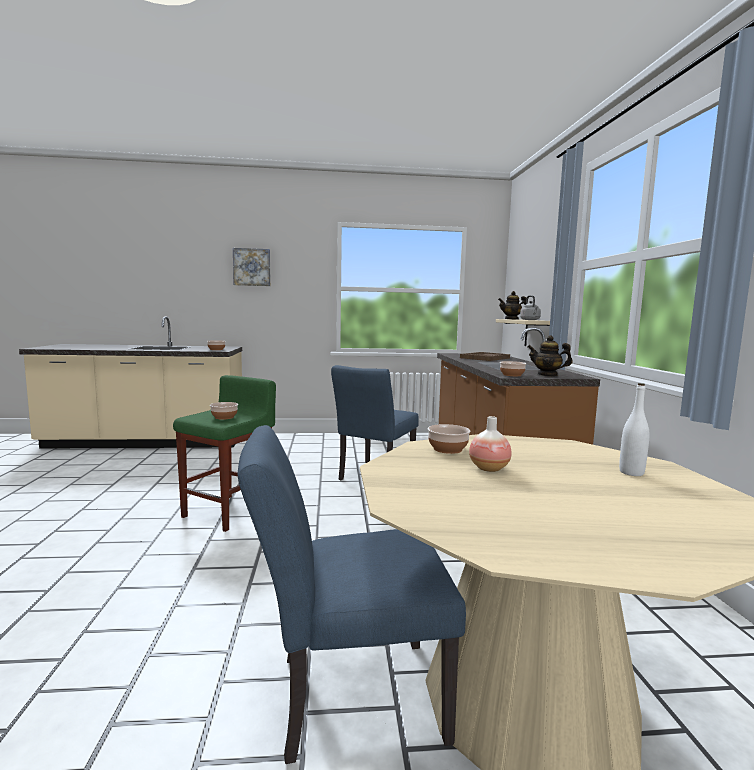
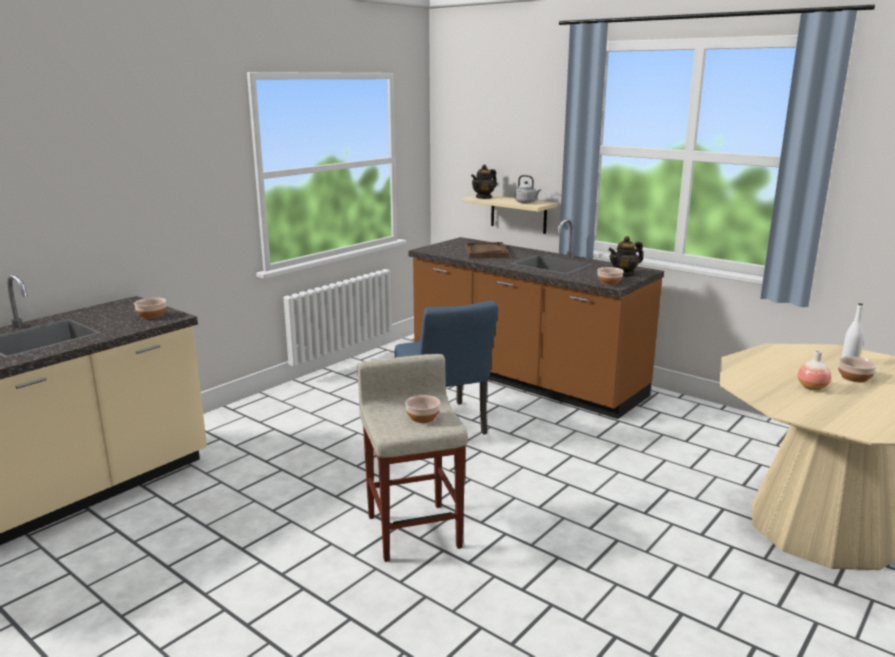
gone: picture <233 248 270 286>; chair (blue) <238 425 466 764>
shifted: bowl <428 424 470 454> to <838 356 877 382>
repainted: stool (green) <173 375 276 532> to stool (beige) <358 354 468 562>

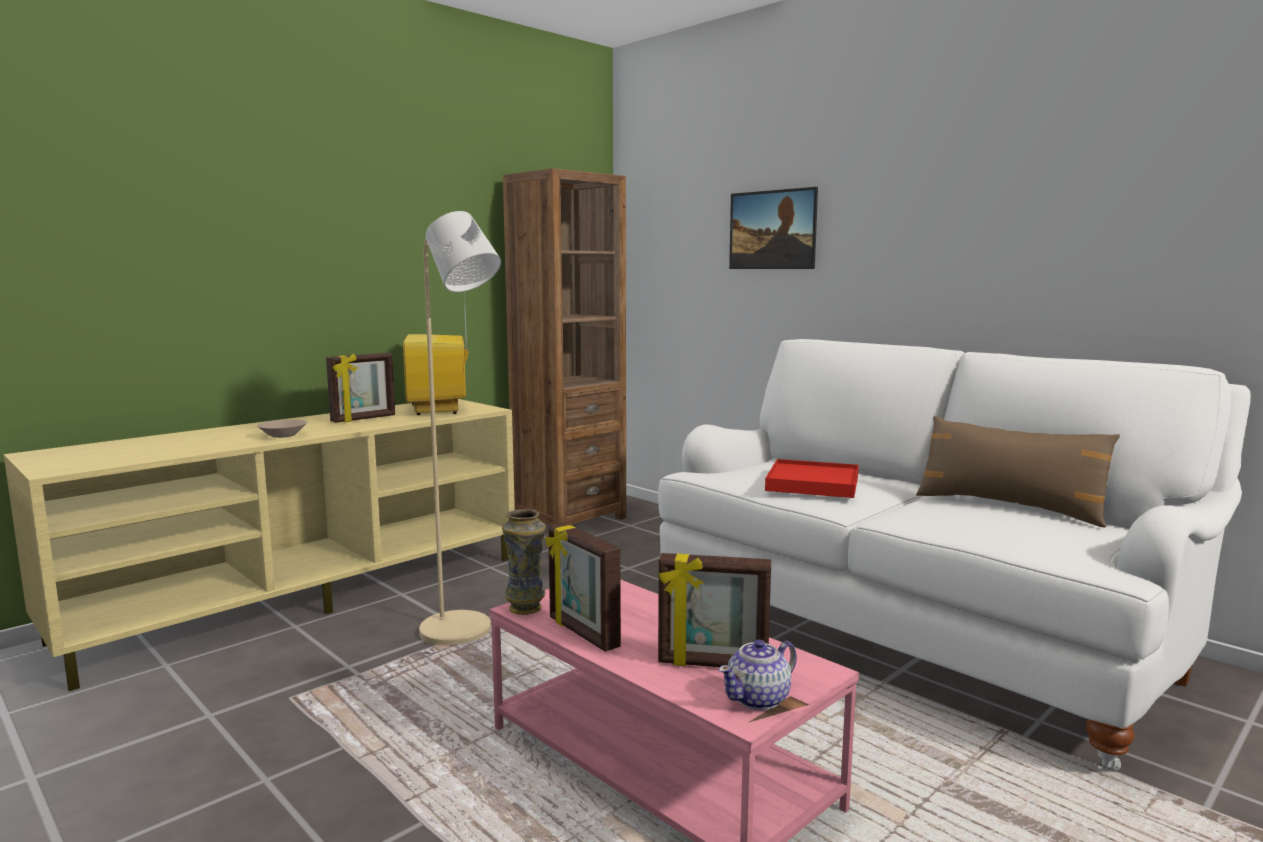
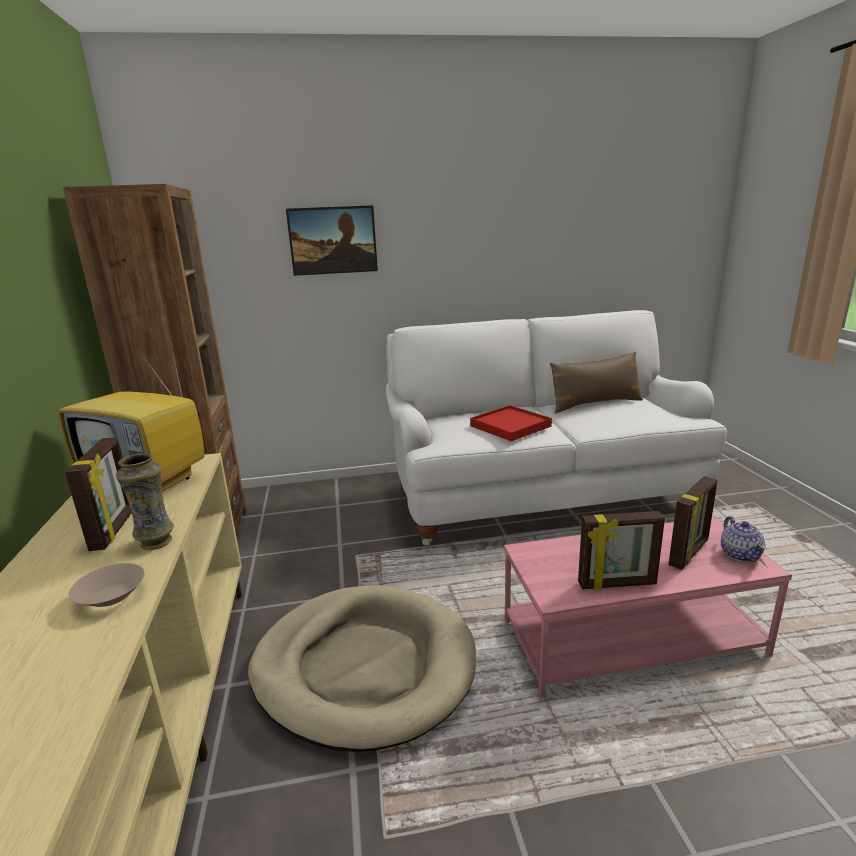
shifted: vase <502 509 546 615> to <116 453 174 550>
swapped: floor lamp (beige) <419 211 501 645> to dog bed (beige) <248 585 476 752>

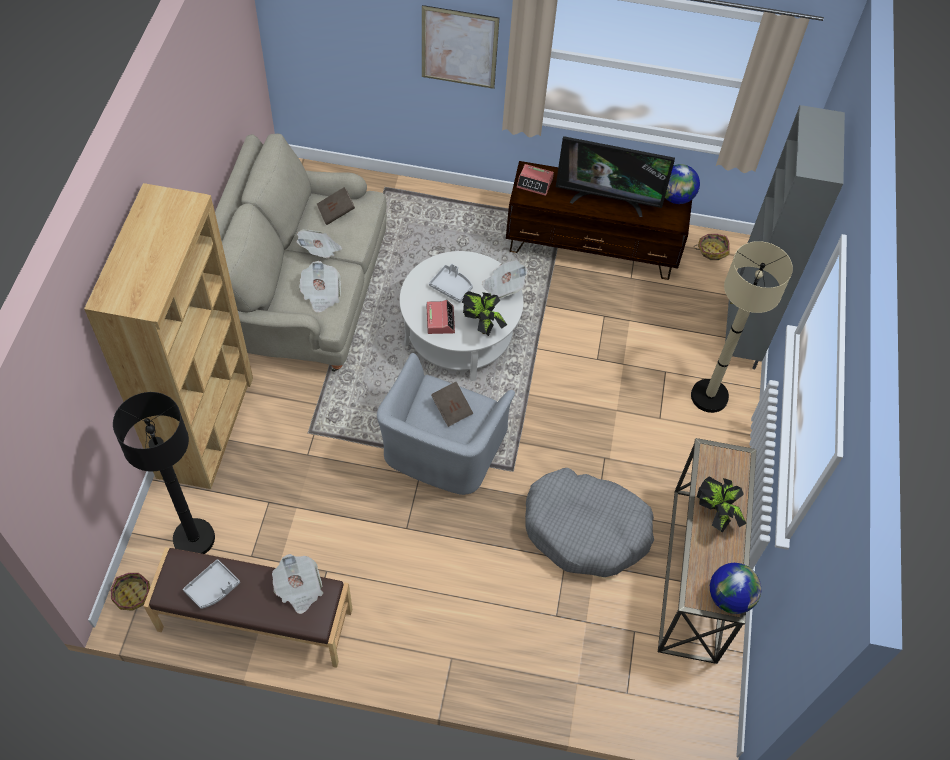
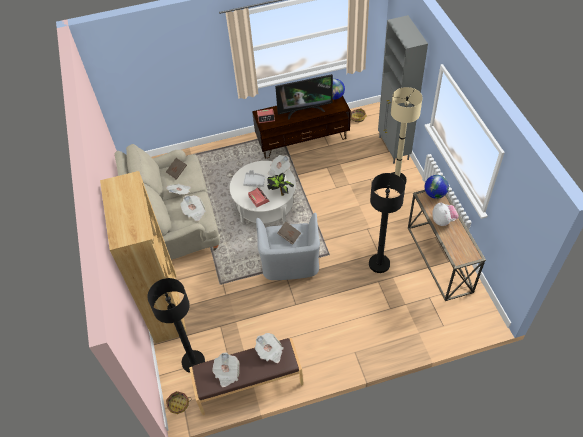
gone: picture <422 5 499 89>
shifted: globe <710 563 761 614> to <425 175 449 199>
swapped: tray (grey) <183 559 240 609> to newspaper <212 352 240 388>; dog bed (grey) <525 468 654 577> to floor lamp (black) <369 173 405 273>; potted plant <697 477 746 533> to plush toy <433 202 458 226>

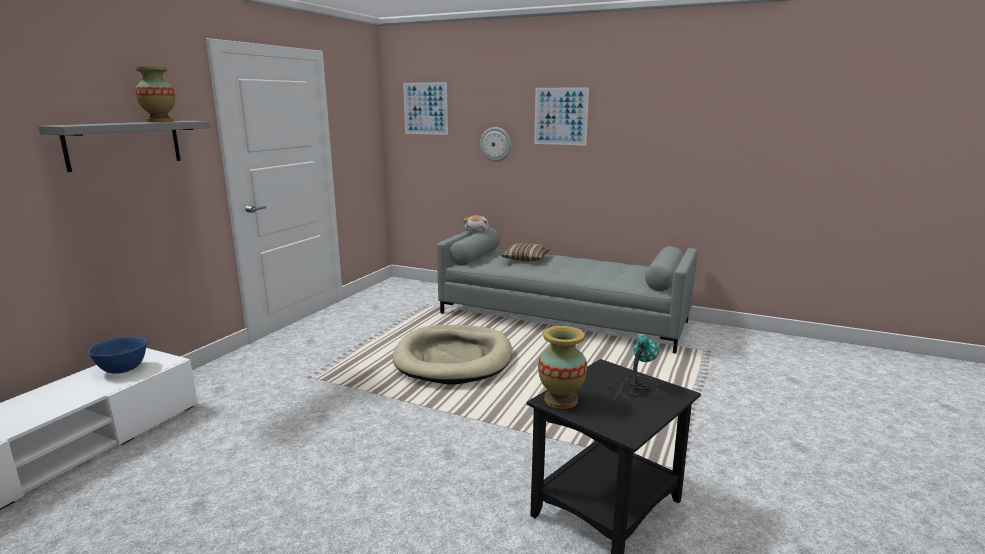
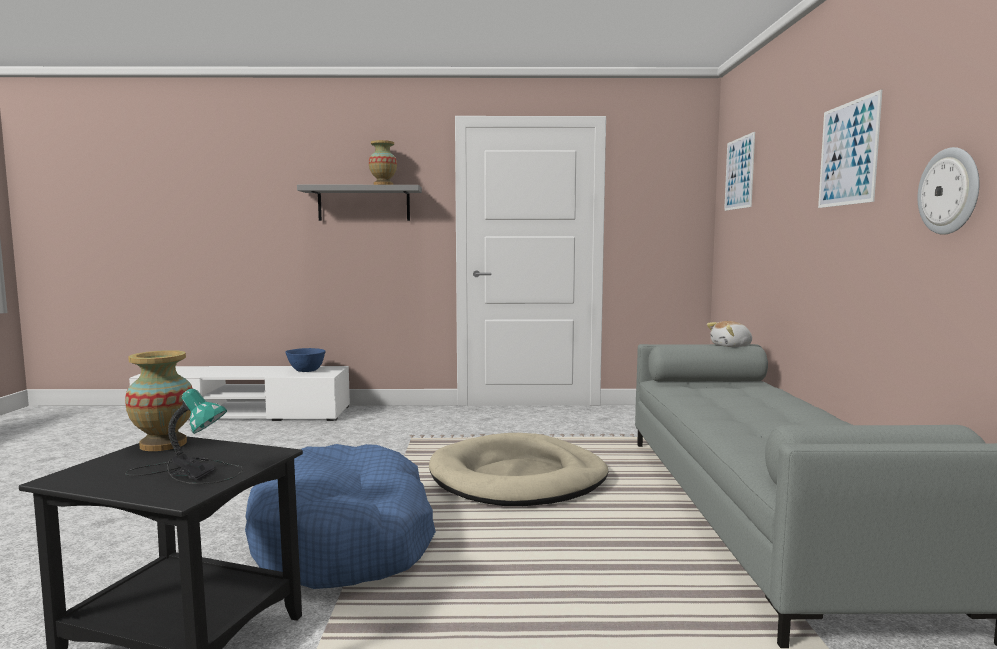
gone: pillow <501 243 551 261>
new: dog bed (blue) <245 444 436 589>
shifted: wall clock <480 127 511 162> to <918 147 979 235>

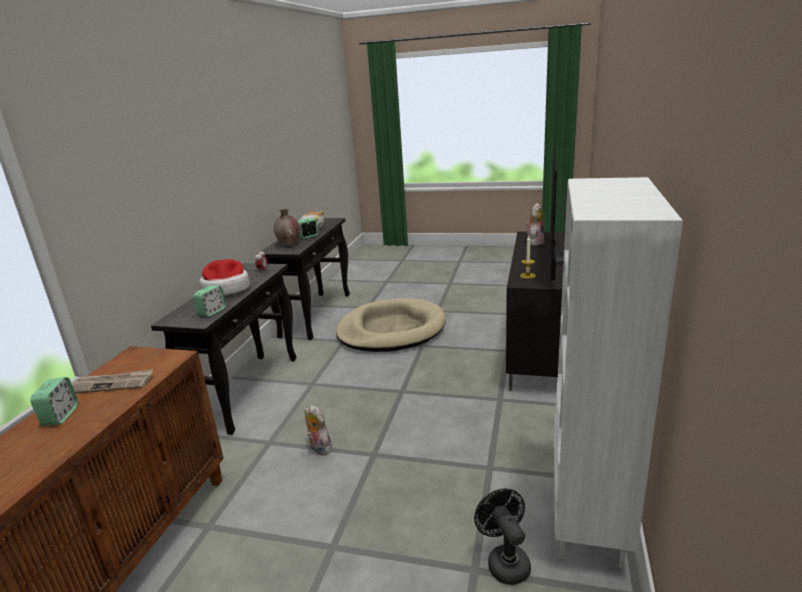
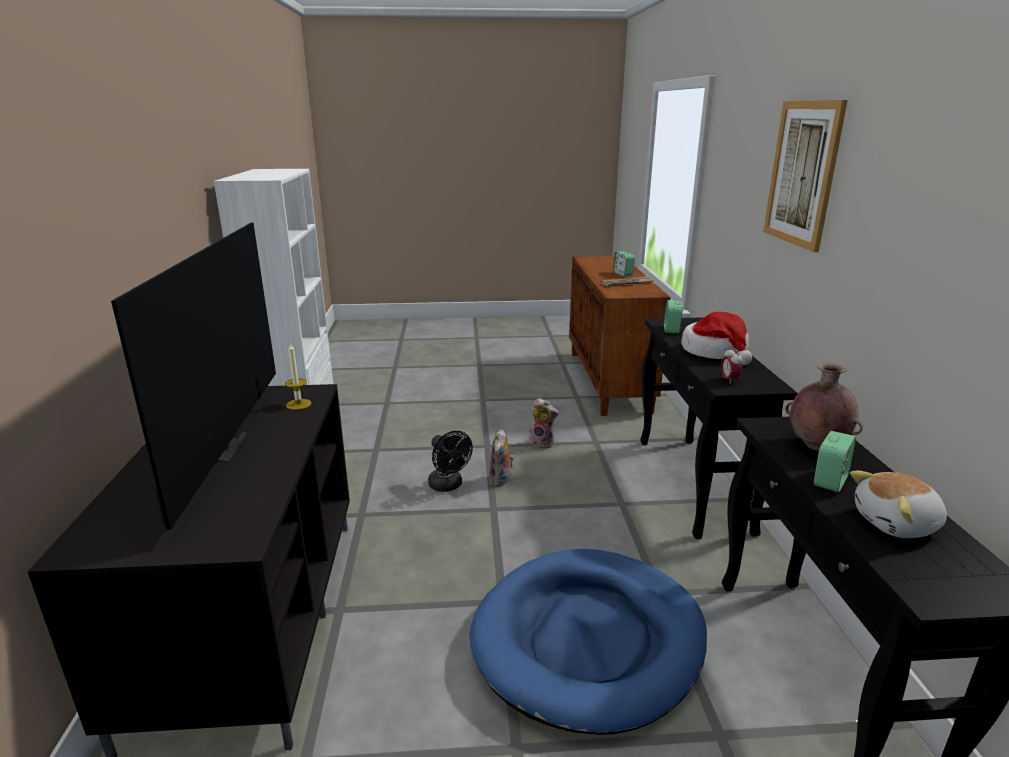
new: picture <763 100 848 252>
shifted: fan (black) <474 489 531 585> to <428 431 473 492>; plush toy <526 203 544 246> to <489 429 514 487>
repainted: dog bed (beige) <336 299 446 352> to dog bed (blue) <470 549 707 735>

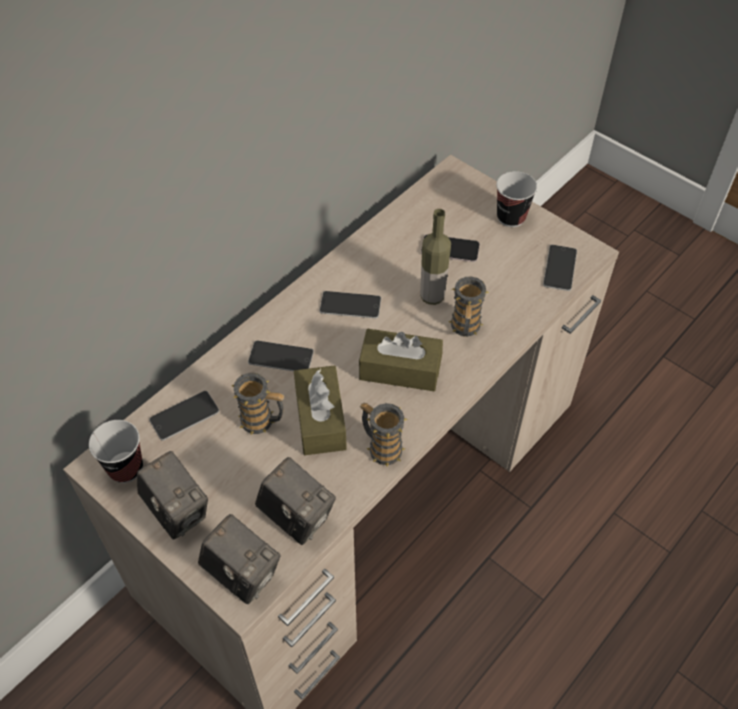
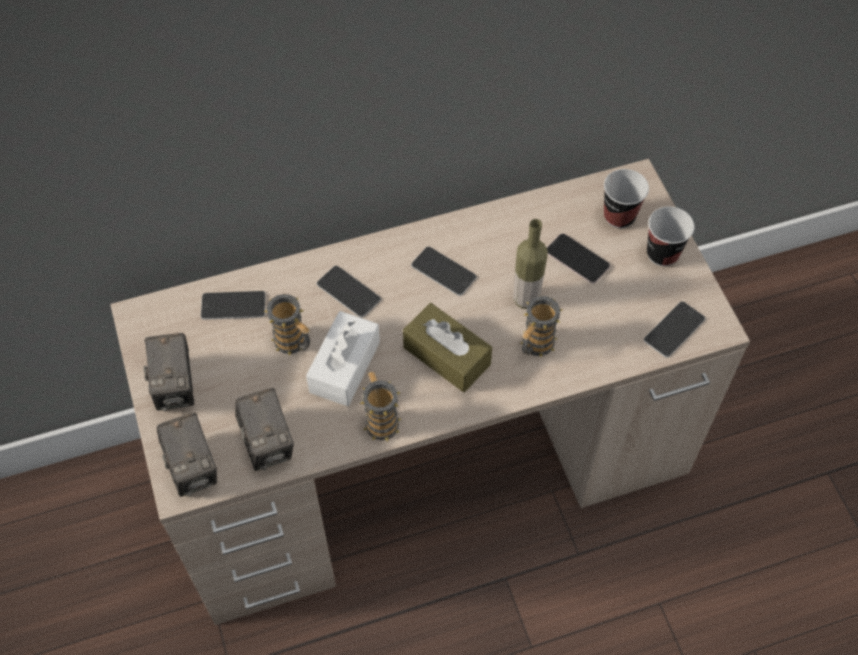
shifted: cup <89 420 143 483> to <604 169 649 228>
repainted: tissue box (brown) <294 365 347 455> to tissue box (white) <306 311 380 406>

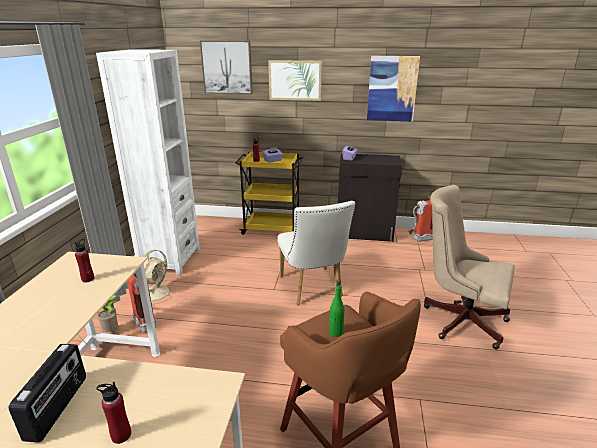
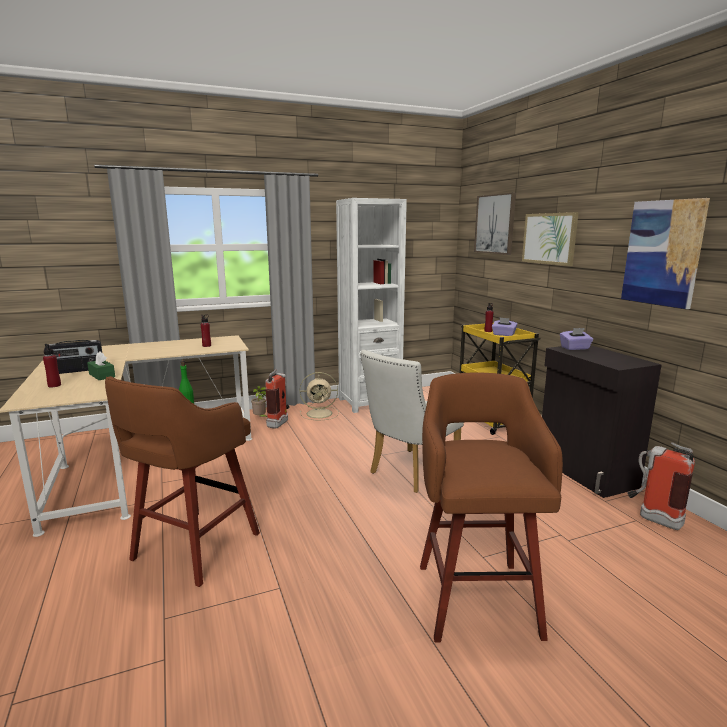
new: tissue box (green) <87 352 115 380>
swapped: office chair (beige) <424 185 515 349> to stool (brown) <420 372 563 642>

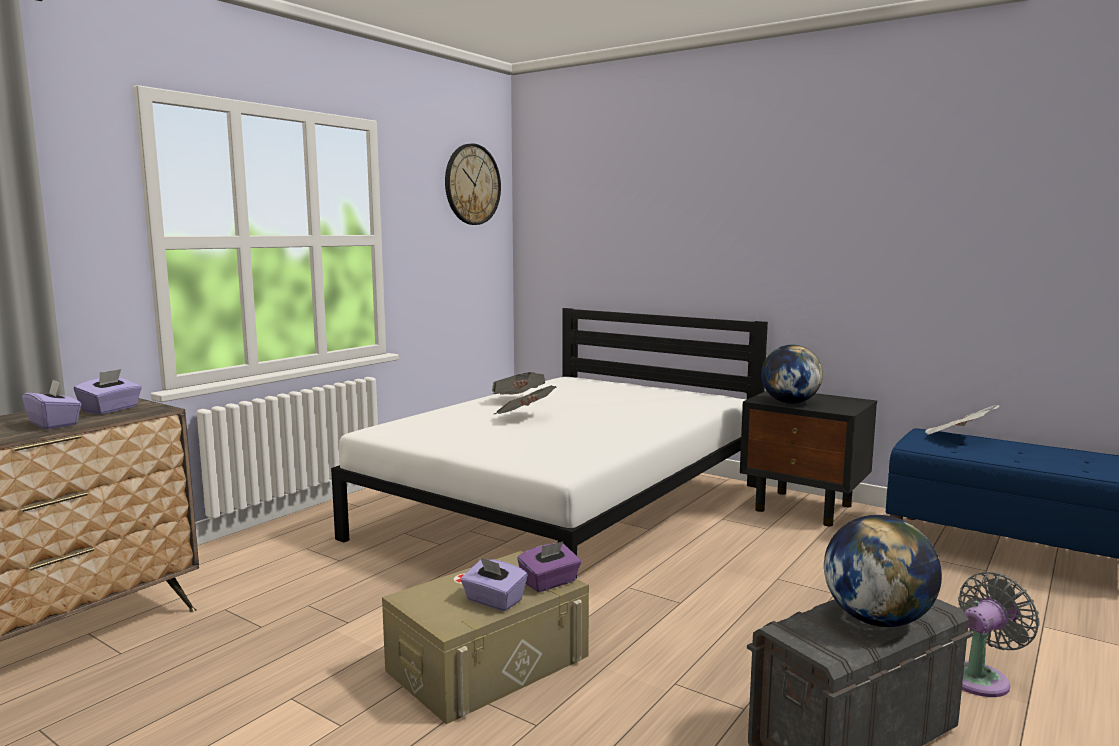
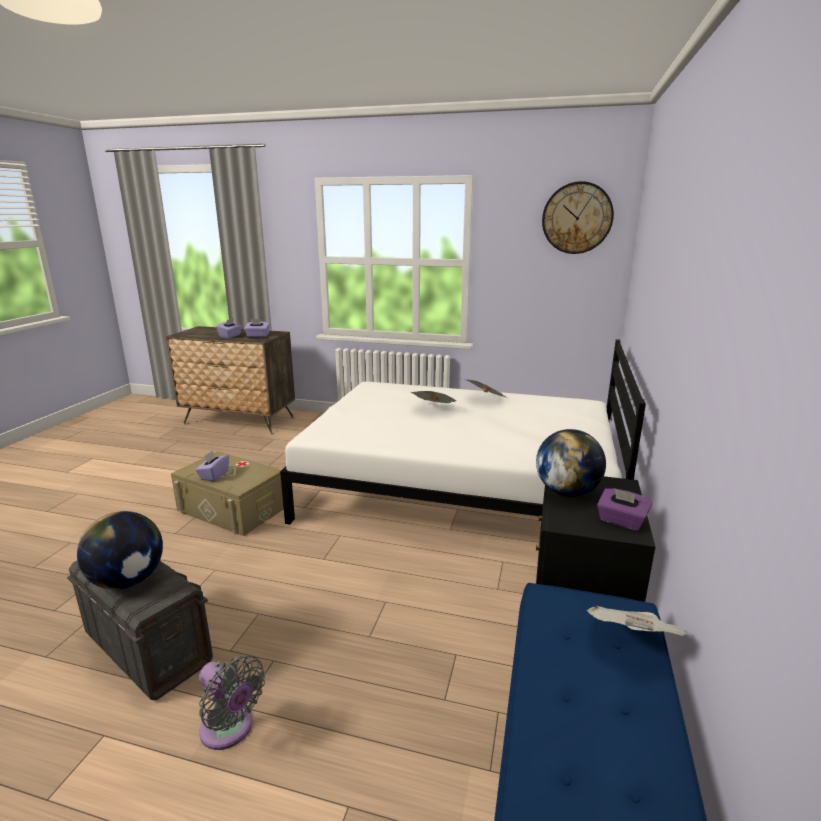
shifted: tissue box (purple) <517 542 581 592> to <597 488 653 531>

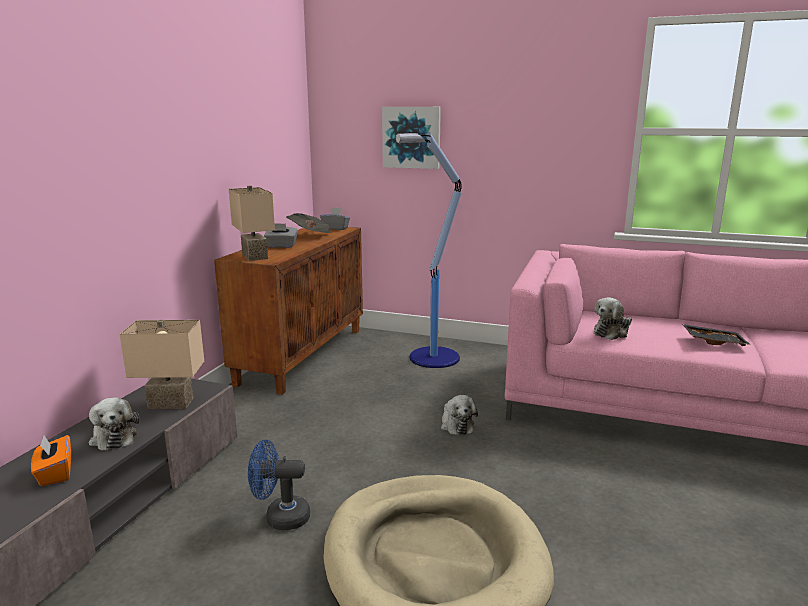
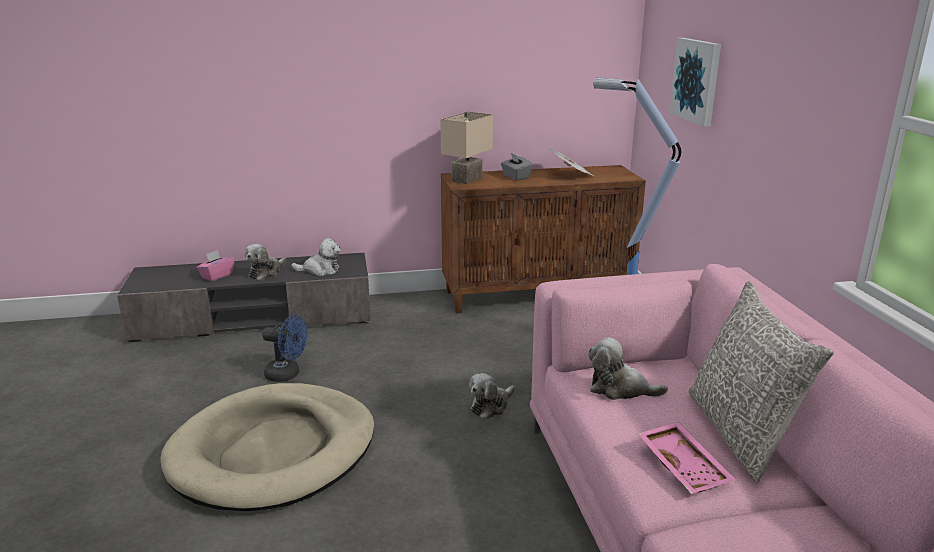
gone: tissue box (grey) <320 207 350 230>
new: pillow (grey) <689 281 834 483>
swapped: table lamp (beige) <120 320 204 409> to plush toy <291 238 341 276>
repainted: tissue box (orange) <31 435 71 486> to tissue box (pink) <197 250 234 281>; tray (black) <682 324 751 346> to tray (pink) <638 422 735 494>
rotated: fan (blue) <248 439 310 530> = <262 315 307 382> 135 degrees clockwise

